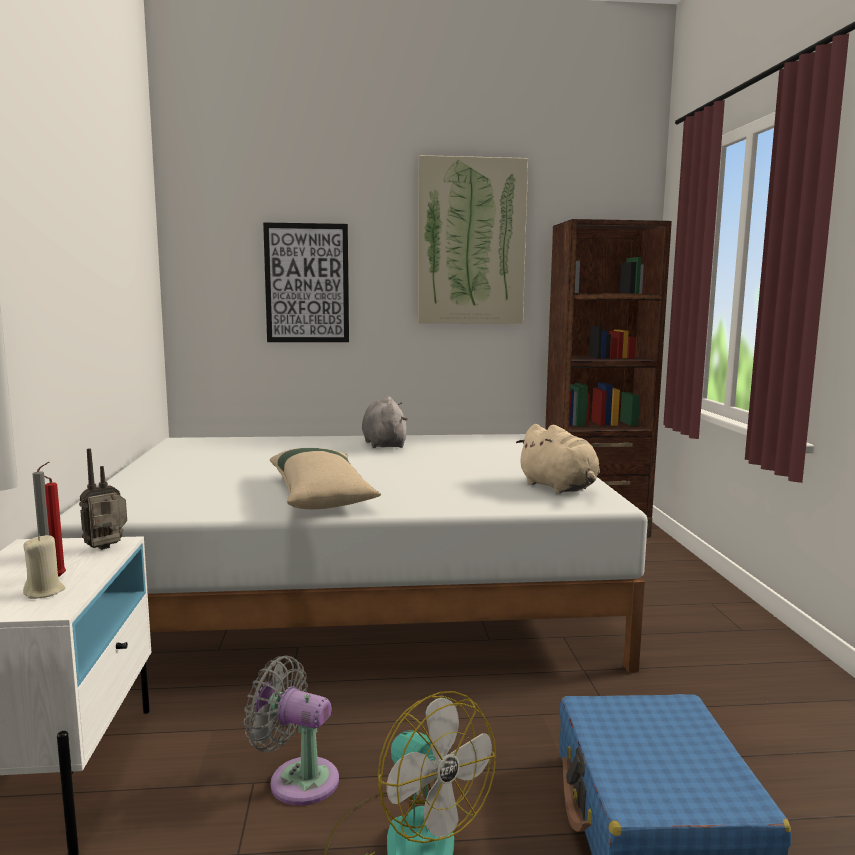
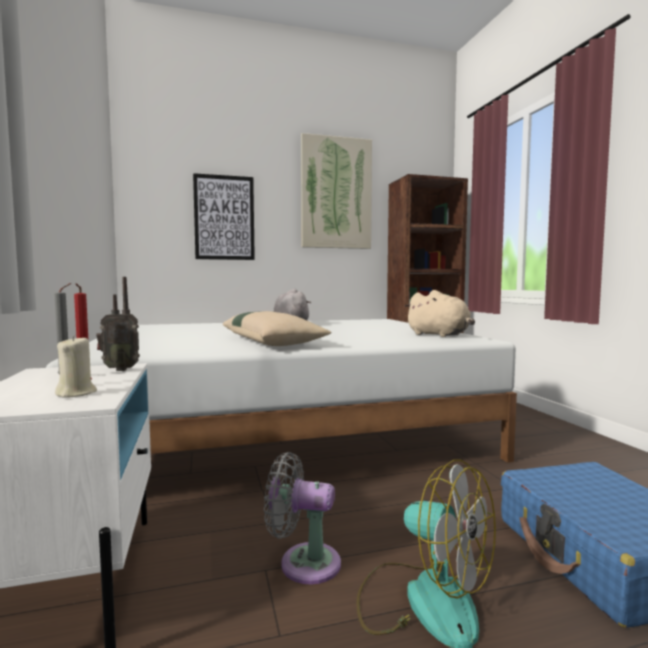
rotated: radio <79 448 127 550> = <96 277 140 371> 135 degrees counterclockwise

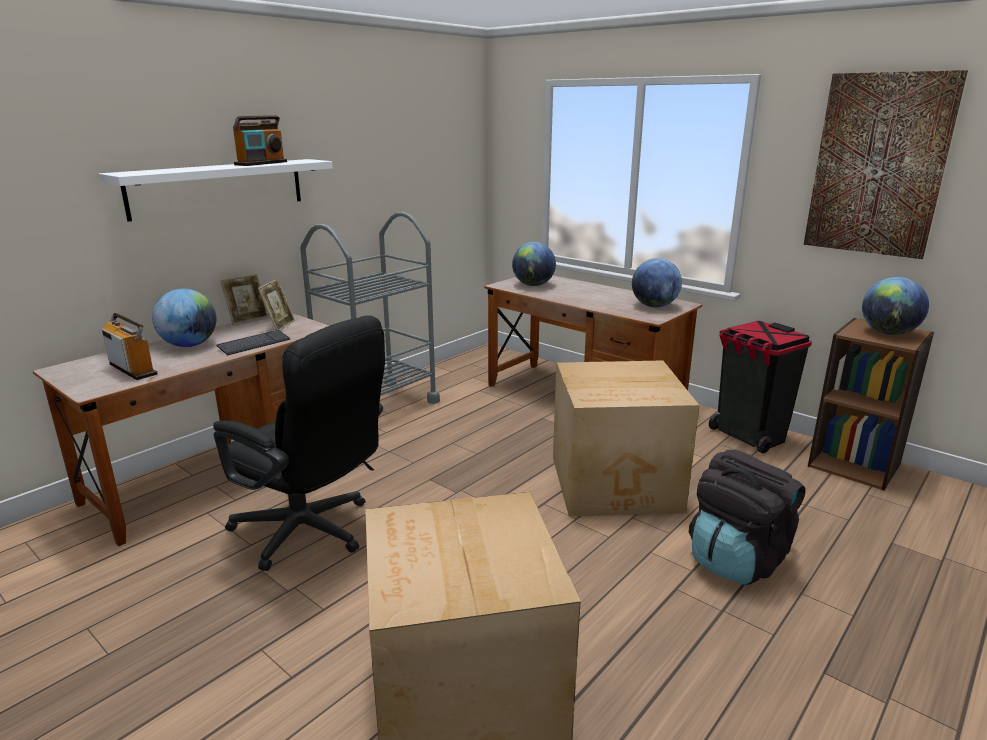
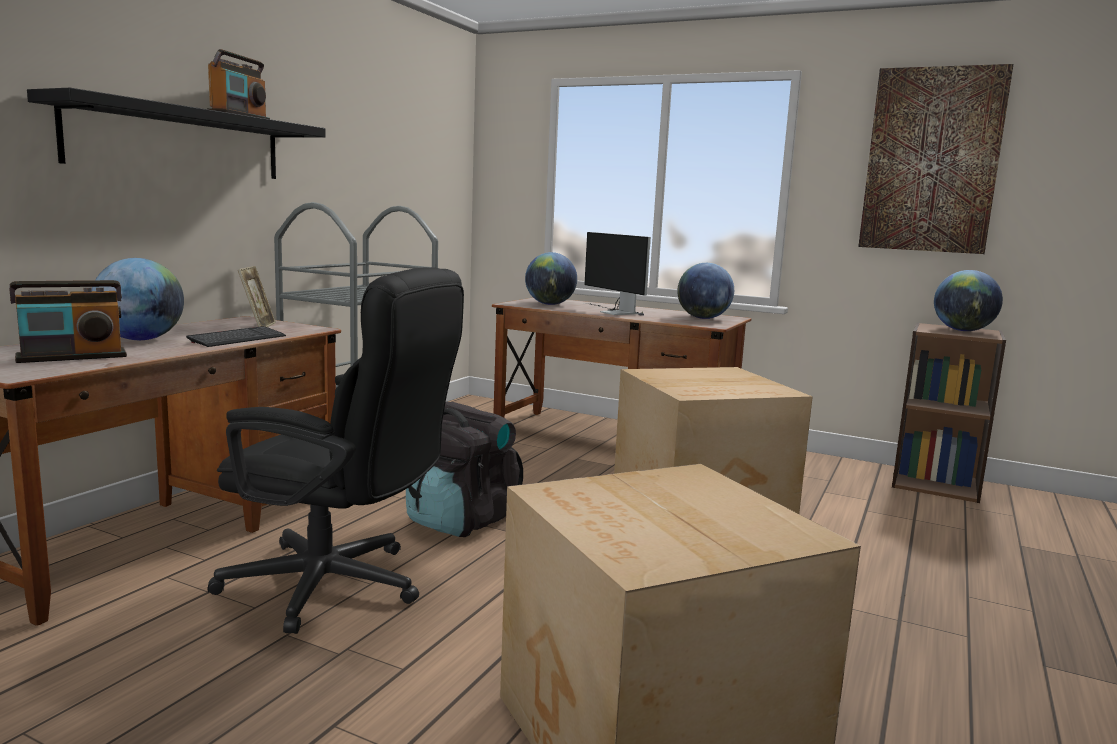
gone: picture frame <220 274 268 325>; trash can (black) <709 321 812 453>
new: monitor <584 232 651 315>
shifted: backpack (black) <689 450 805 585> to <406 402 523 537>
repainted: shelf (white) <98 159 333 222> to shelf (black) <27 88 326 179>
rotated: radio <102 313 158 380> = <9 280 127 363> 120 degrees clockwise

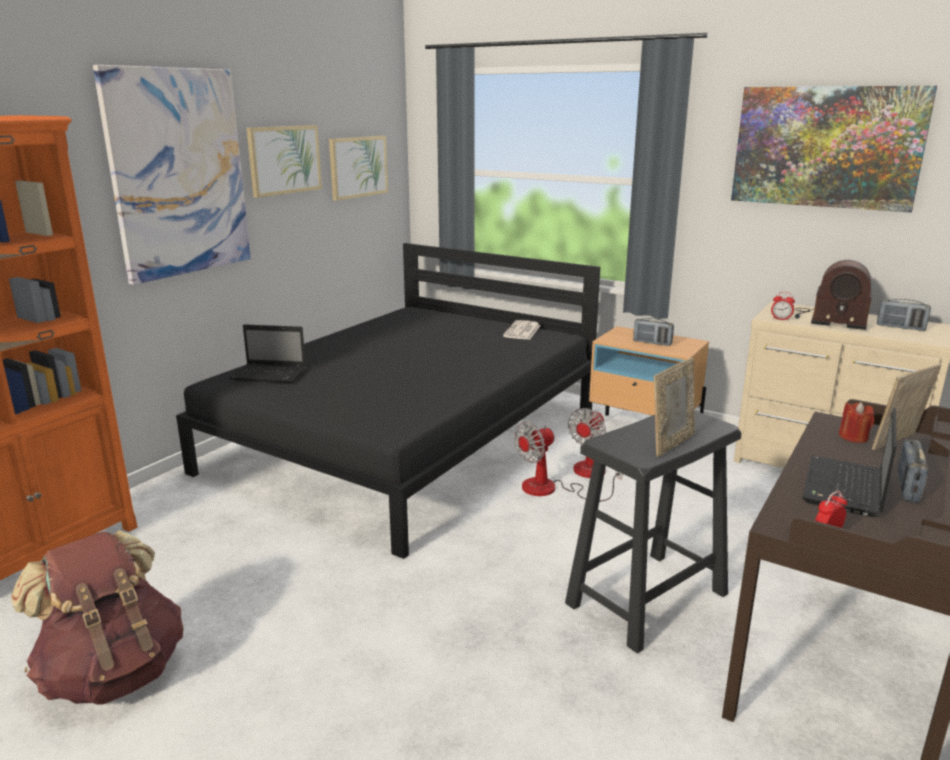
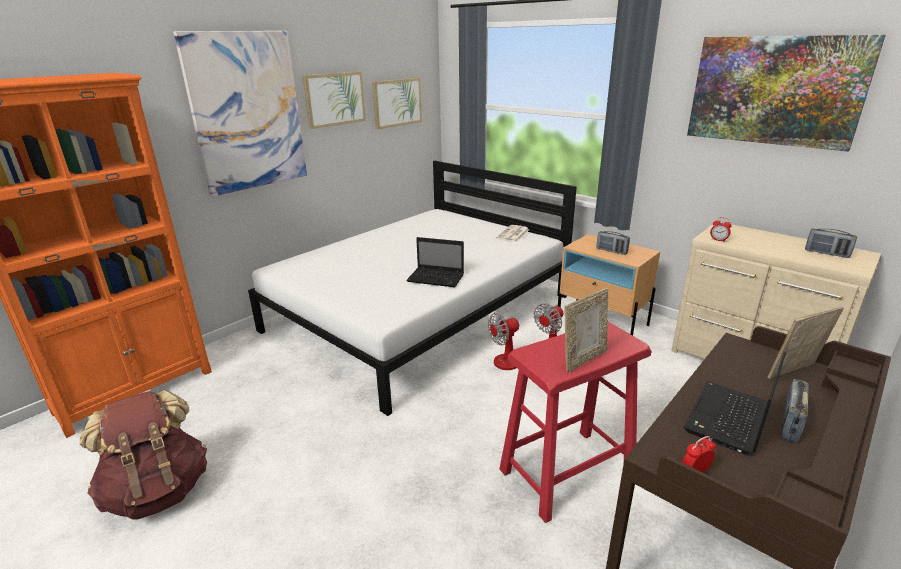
gone: radio <795 260 872 330>; candle (red) <839 402 875 443>
shifted: laptop <230 324 306 383> to <406 237 464 287>
repainted: bed (black) <176 243 600 559> to bed (white) <248 161 577 416>; stool (black) <565 411 742 653> to stool (red) <499 321 652 523>

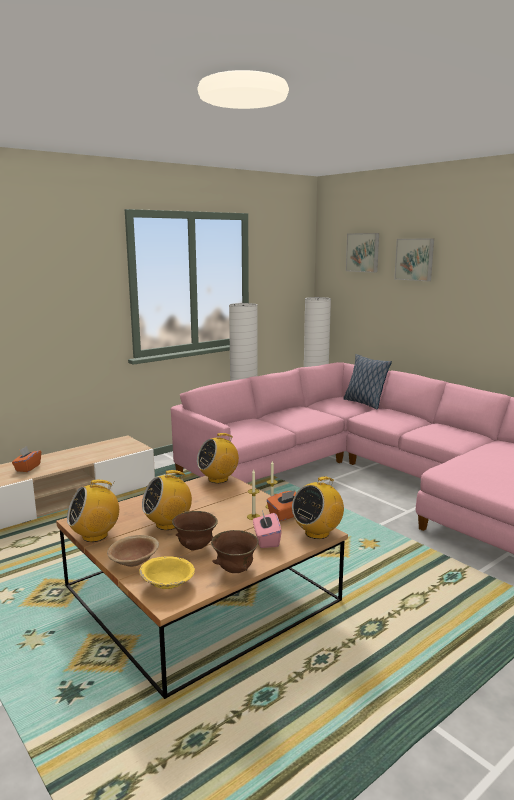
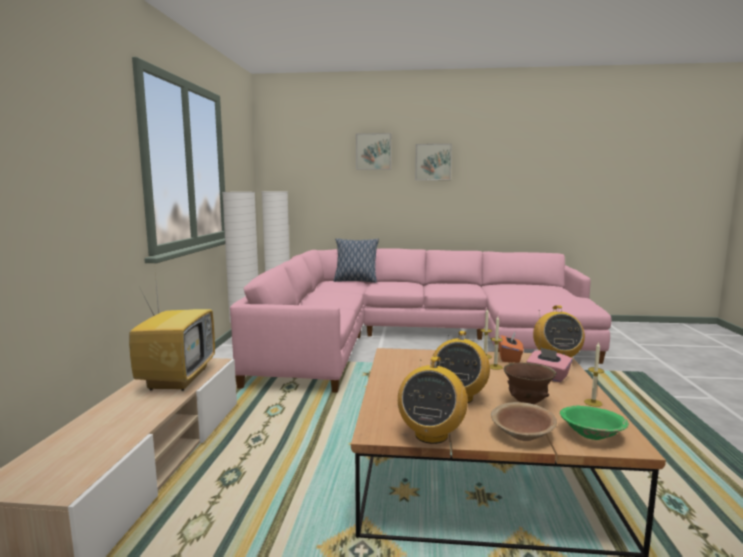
gone: tissue box (orange) <12 446 41 472>; radio <197 433 239 483>
new: television <129 273 215 391>
shifted: picture <346 233 379 273> to <415 144 452 180>
swapped: bowl (brown) <211 530 259 573> to candle <584 342 604 407>
repainted: bowl (yellow) <139 556 195 589> to bowl (green) <560 405 629 440>

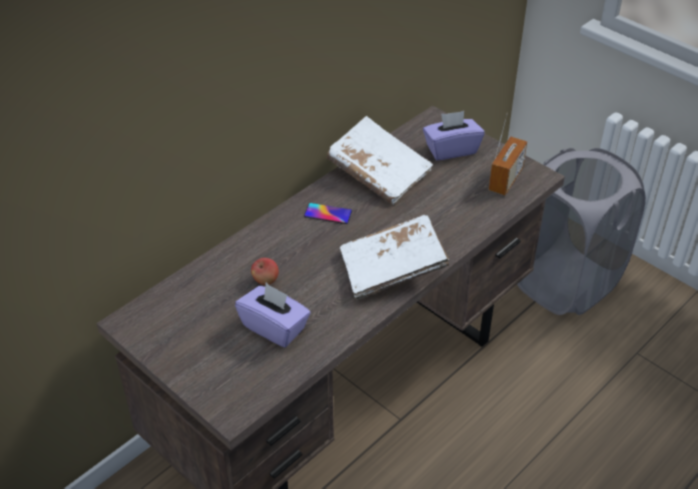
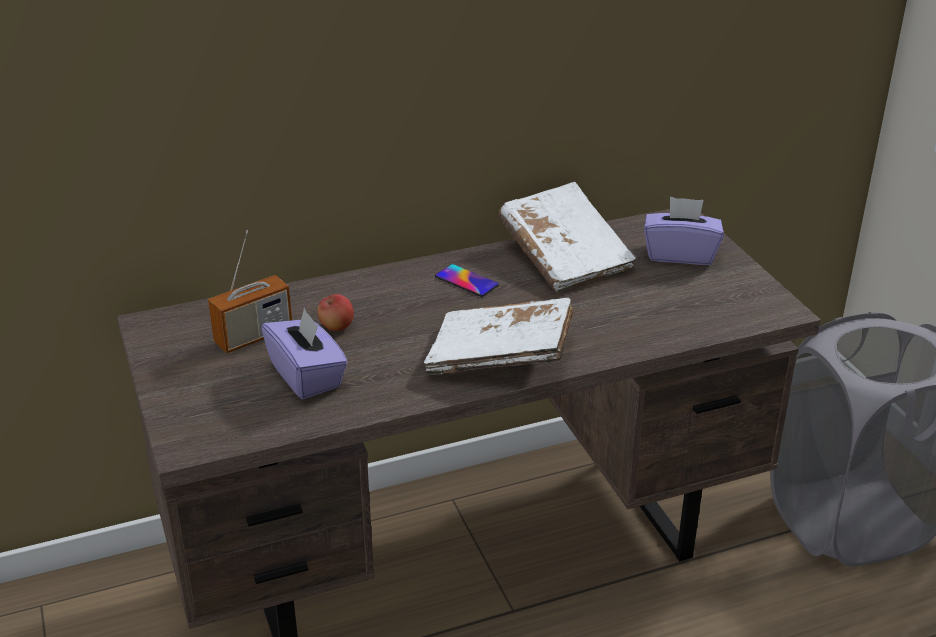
shifted: radio <489 113 527 195> to <208 230 292 353>

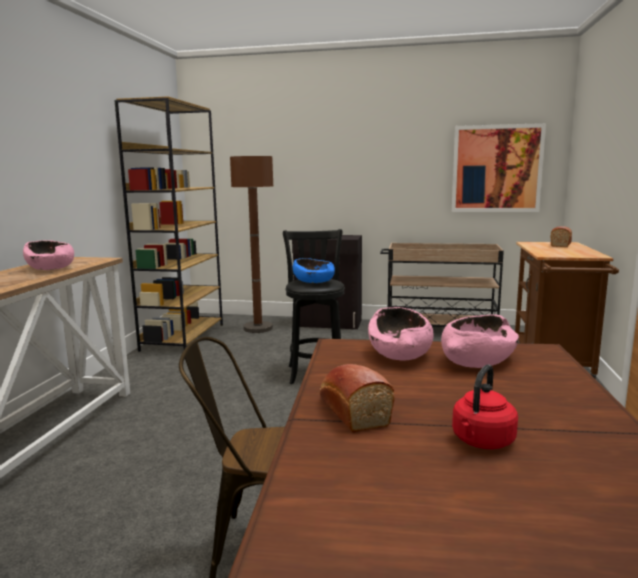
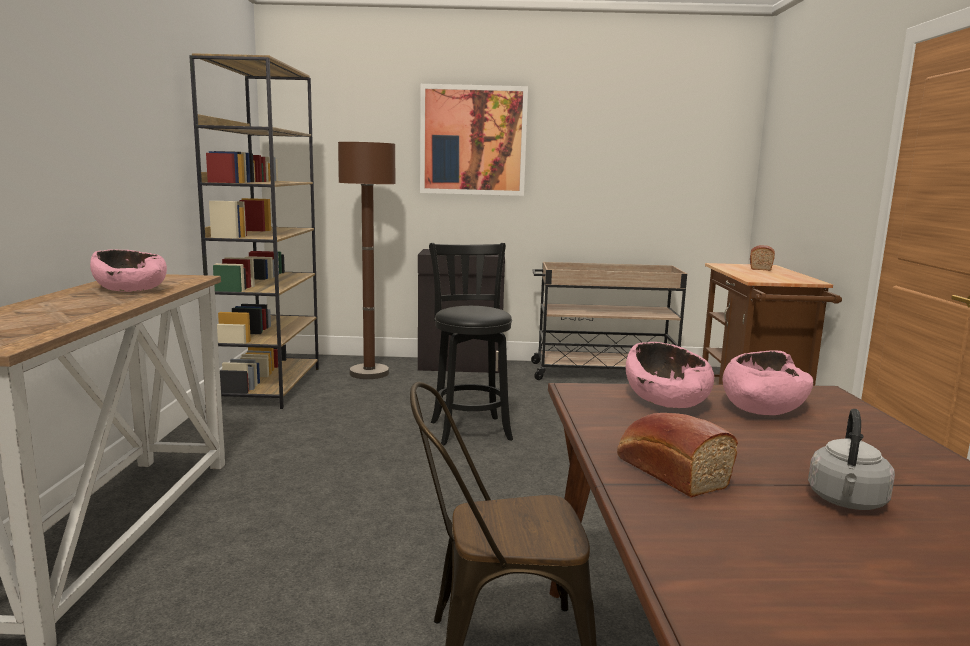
gone: bowl (blue) <293 258 335 283>
shifted: picture <452 123 546 212> to <420 84 528 196>
repainted: kettle (red) <452 365 518 449> to kettle (grey) <808 409 895 510>

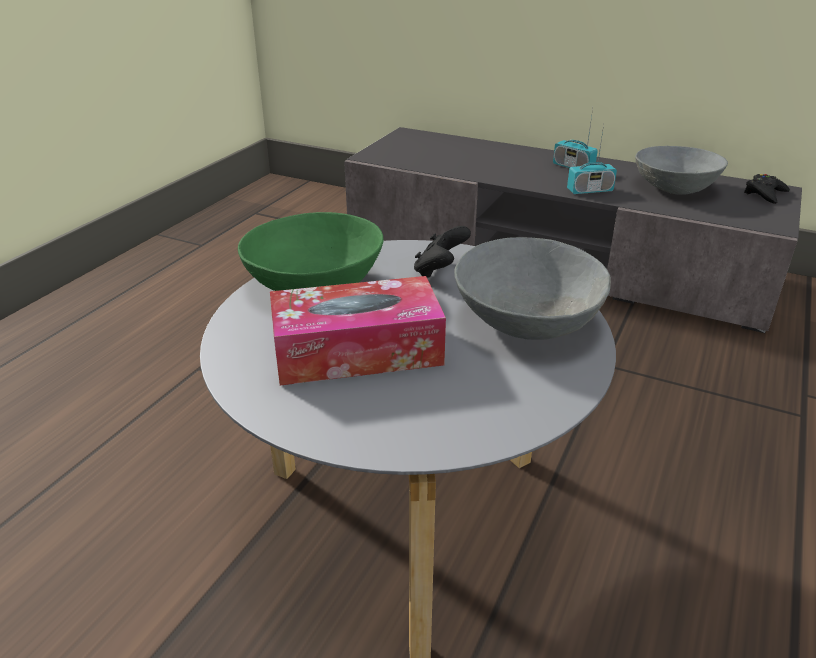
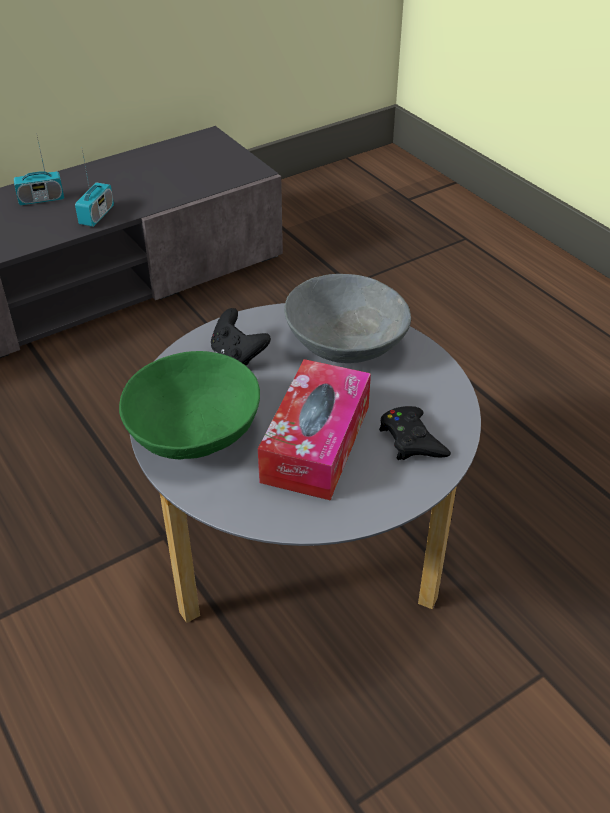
gone: bowl (grey) <635 146 728 195>
shifted: game controller (black) <744 174 790 204> to <379 406 451 460>

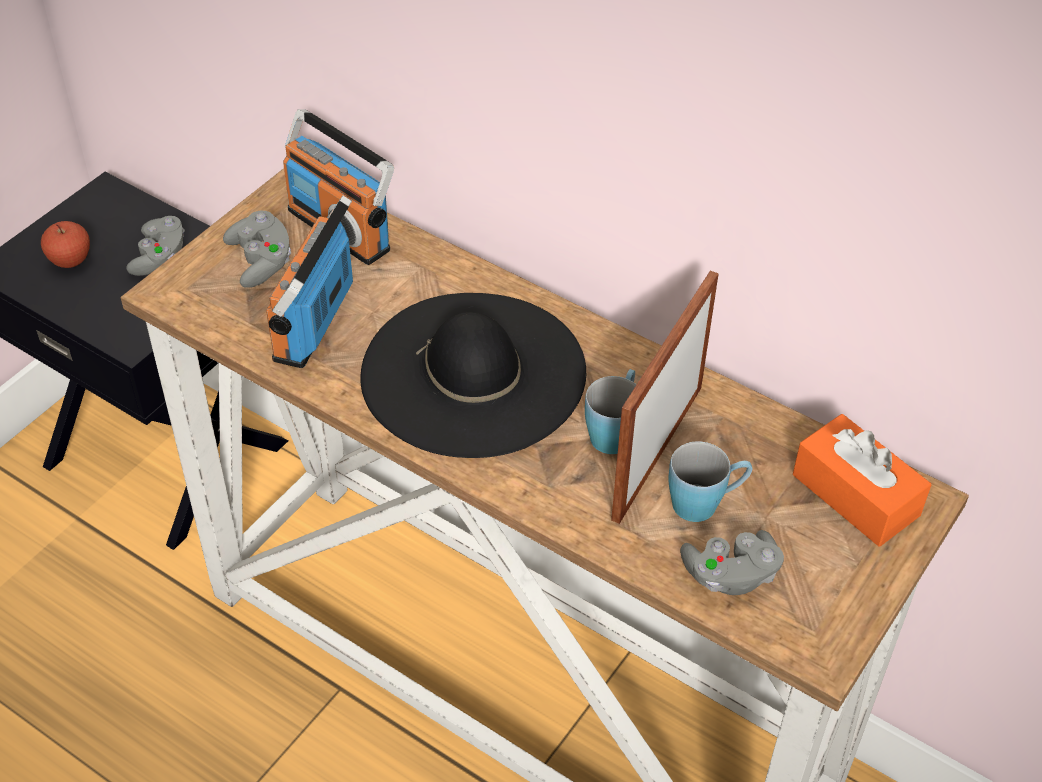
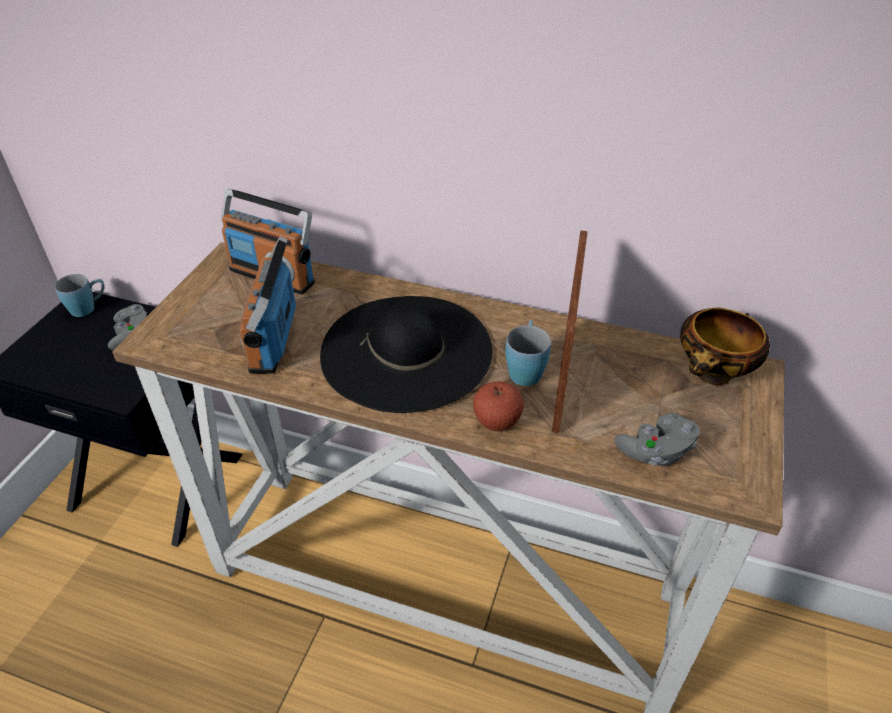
gone: game controller (grey) <223 210 291 288>
shifted: mug (blue) <668 441 752 522> to <55 274 104 317>; apple <41 221 90 268> to <473 381 524 431>
swapped: tissue box (orange) <793 414 931 547> to bowl <680 307 770 385>

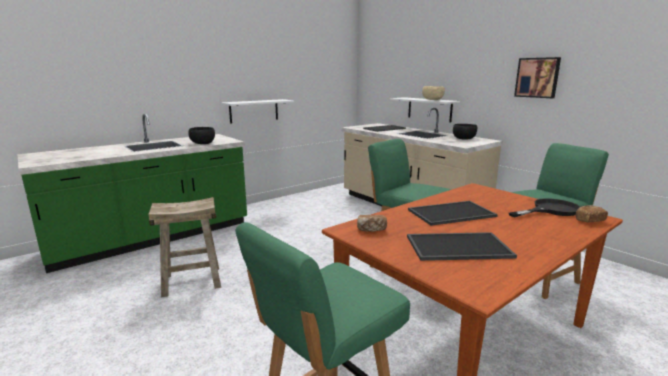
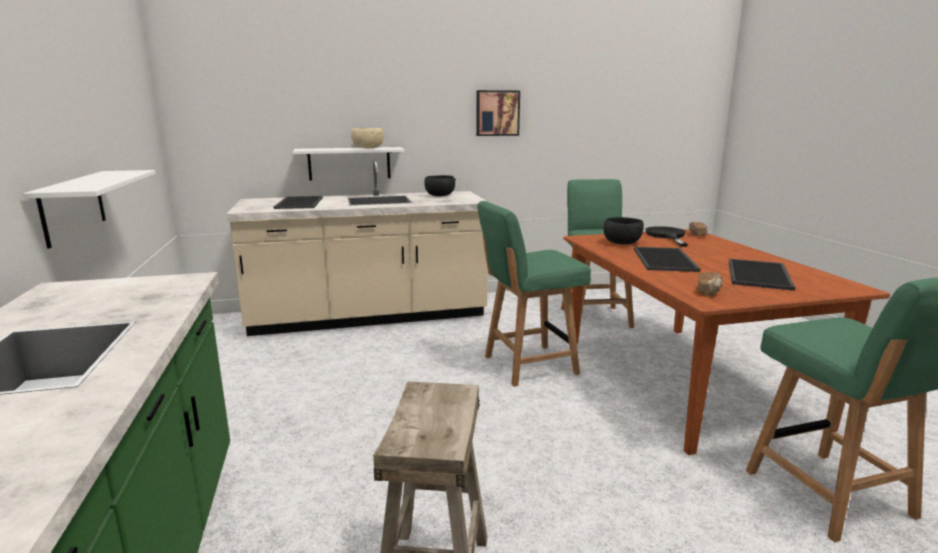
shifted: bowl (black) <188 127 215 144> to <604 217 644 244>

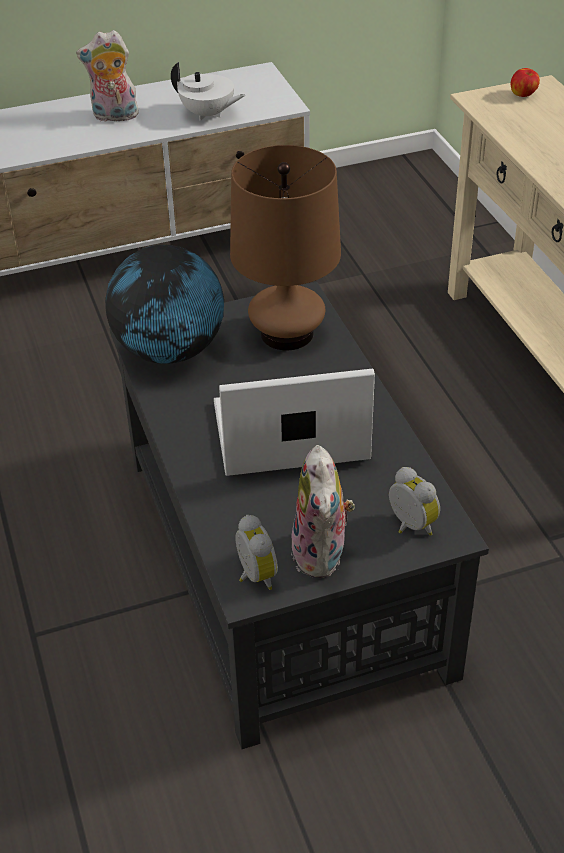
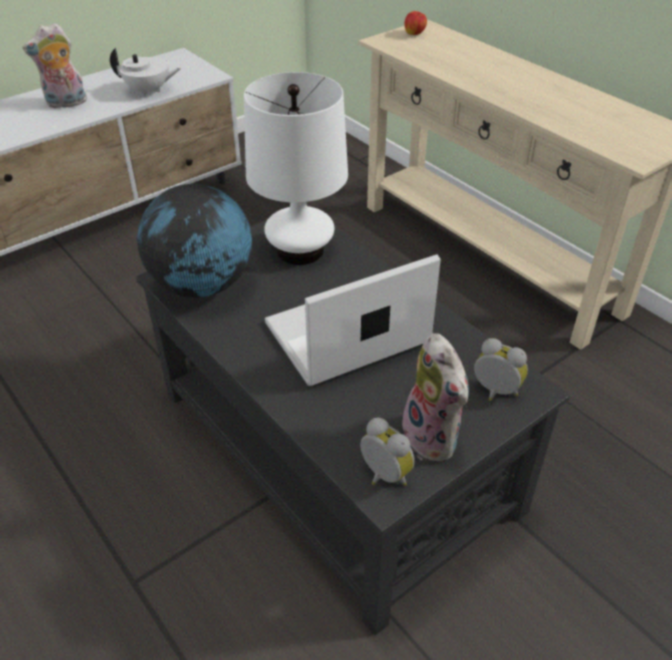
repainted: table lamp (brown) <230 145 341 350> to table lamp (white) <244 72 348 265>

